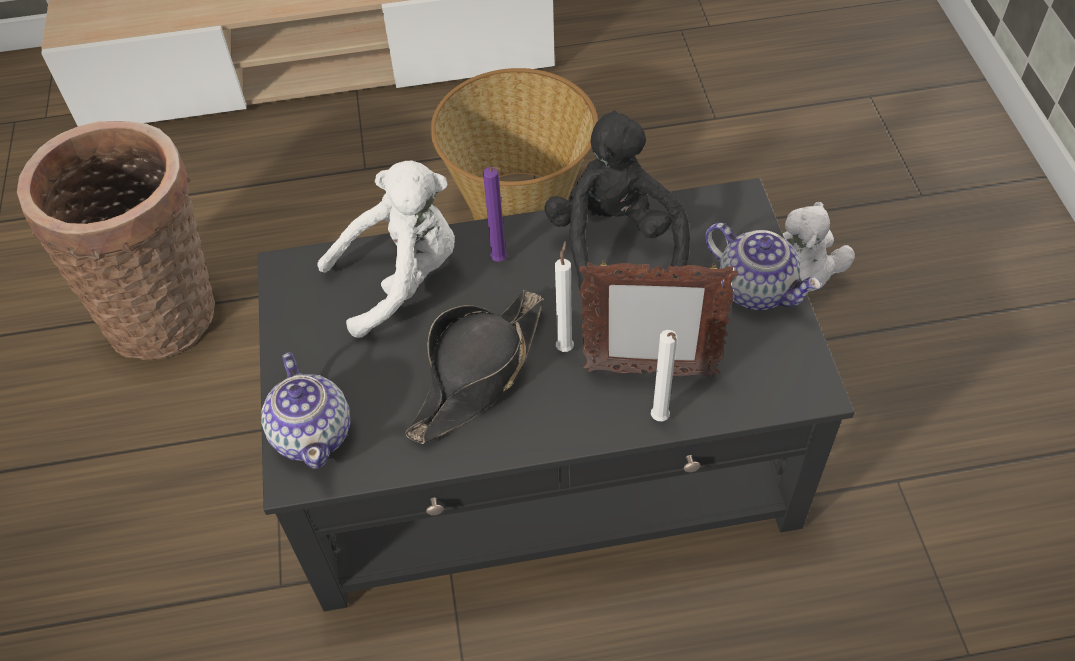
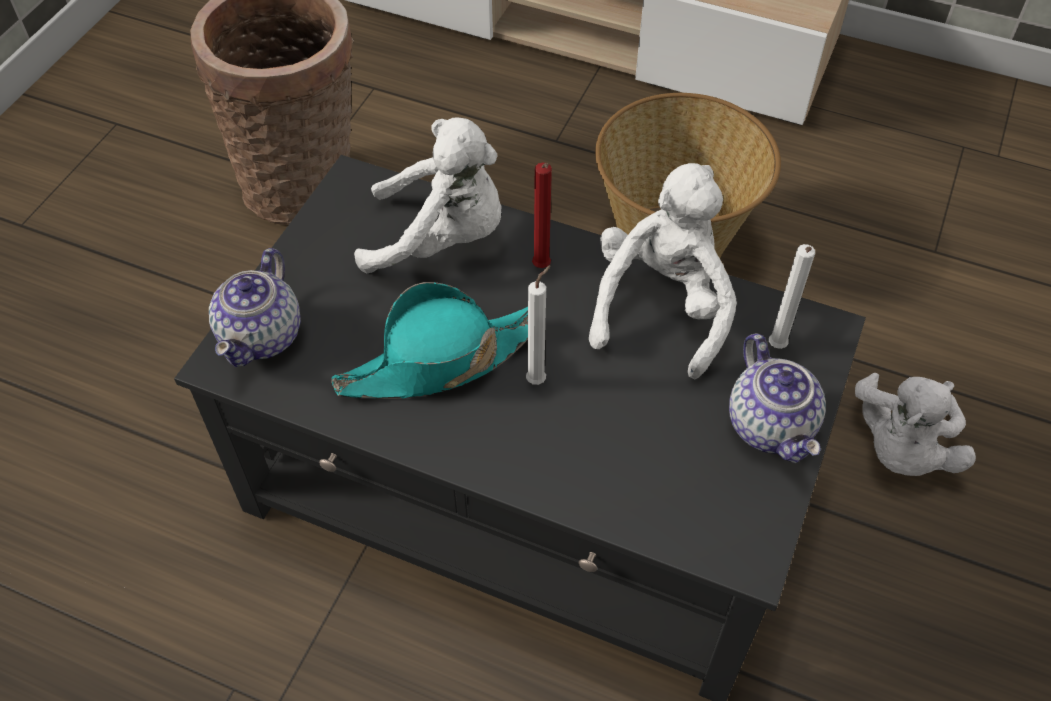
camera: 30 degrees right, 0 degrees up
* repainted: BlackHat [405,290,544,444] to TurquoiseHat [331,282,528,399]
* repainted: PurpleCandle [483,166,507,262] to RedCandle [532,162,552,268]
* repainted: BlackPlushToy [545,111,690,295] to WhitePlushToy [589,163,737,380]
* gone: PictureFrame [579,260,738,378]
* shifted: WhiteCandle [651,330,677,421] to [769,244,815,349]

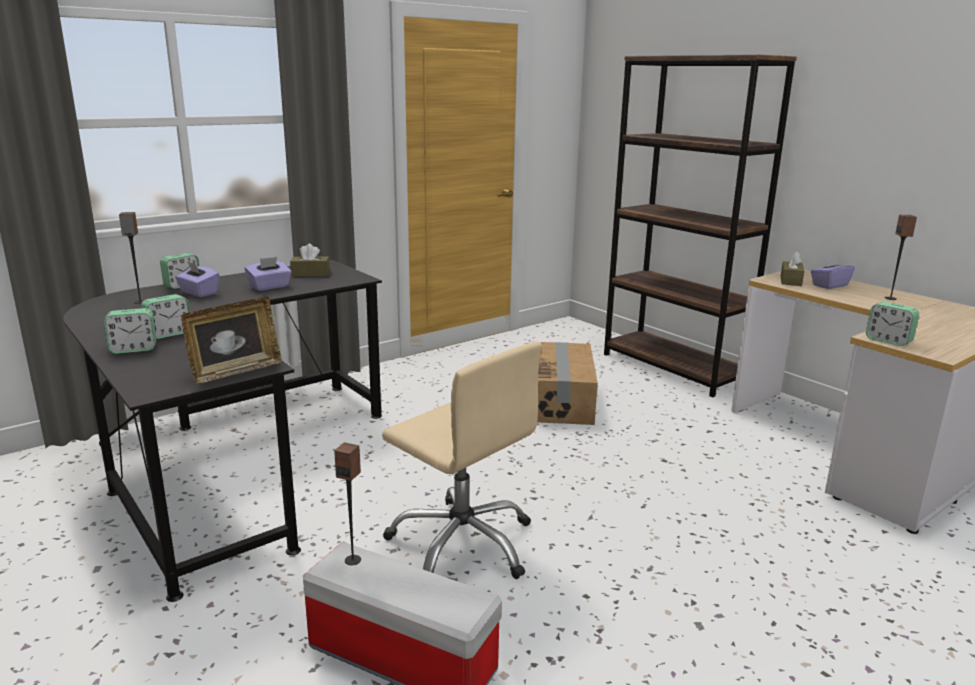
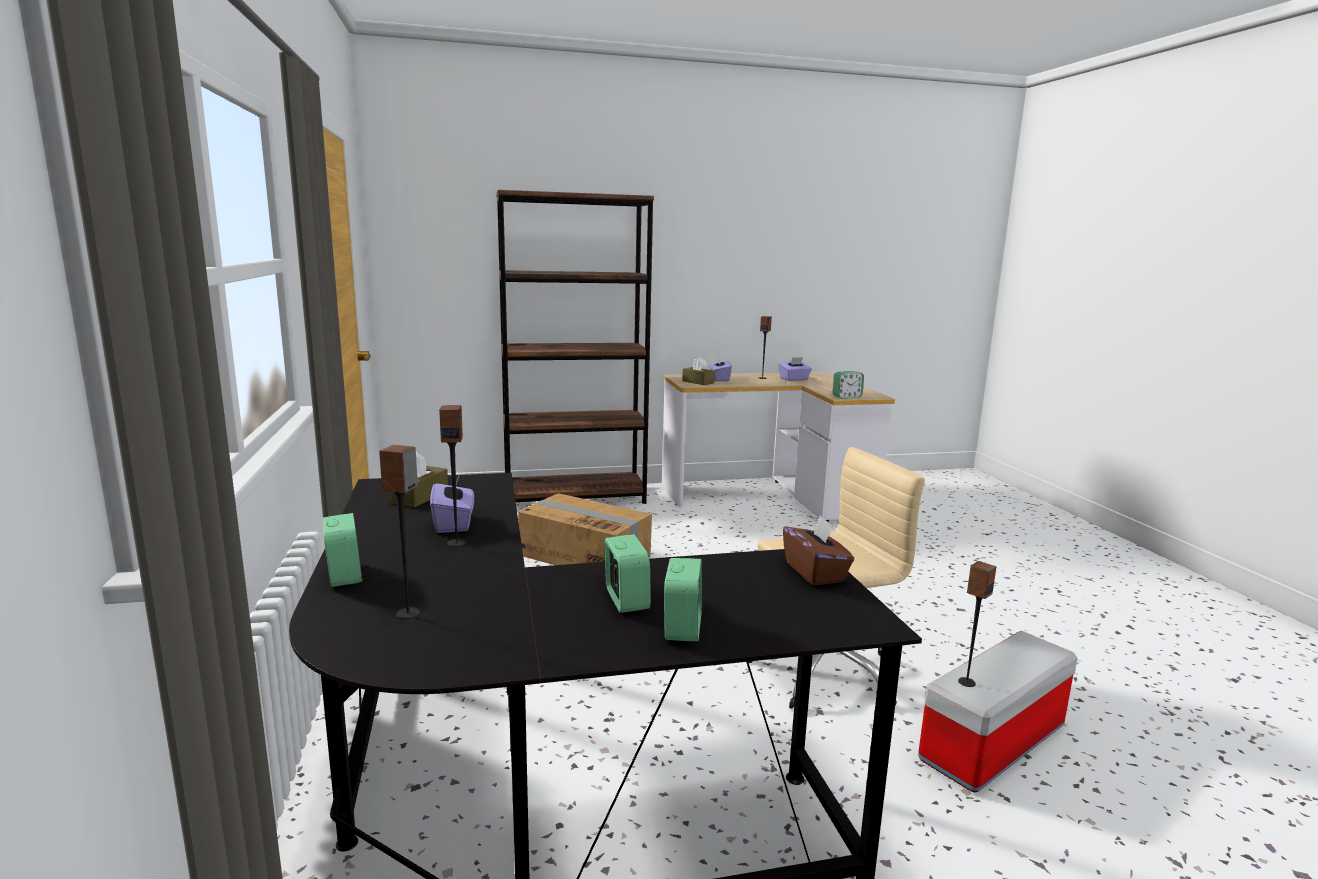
camera: 65 degrees left, 5 degrees down
* shifted: PurpleTissueBox [175,261,219,297] to [778,357,812,381]
* swapped: PictureFrame [181,297,282,383] to BrownTissueBox [783,515,854,585]
* new: Speaker [439,405,466,547]

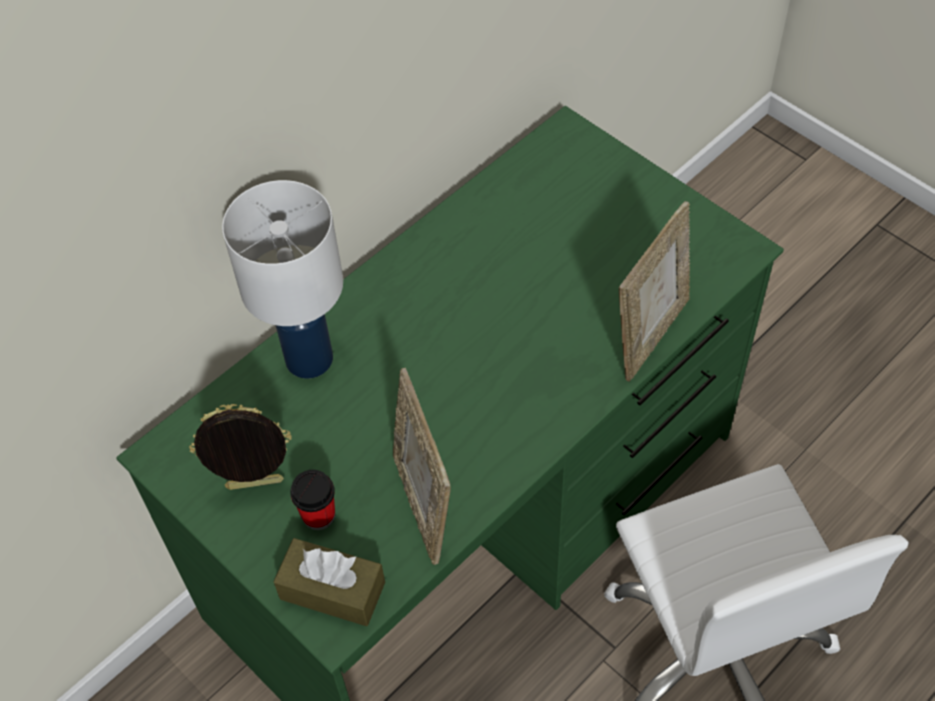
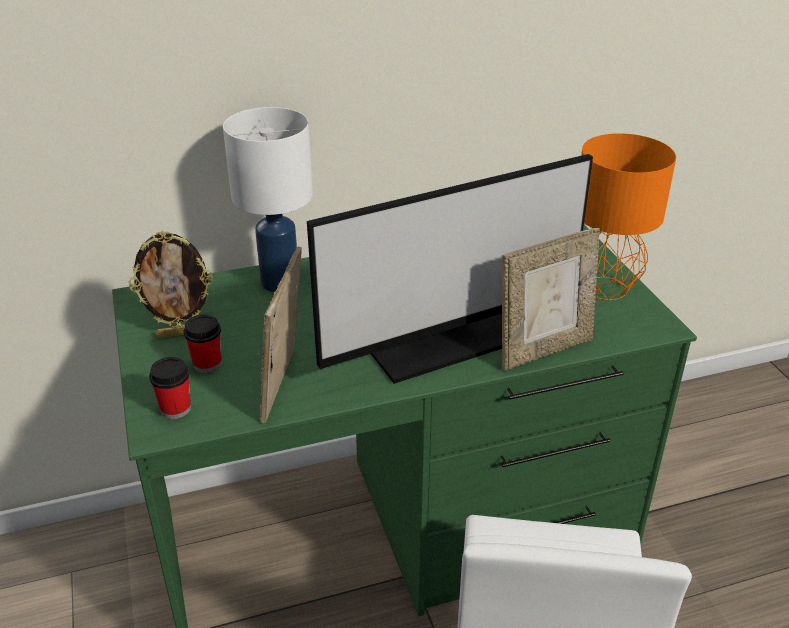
camera: 25 degrees right, 20 degrees down
* rotated: PictureFrame [189,404,292,490] = [129,231,213,338] 150 degrees clockwise
* swapped: BrownTissueBox [273,538,385,626] to Cup [149,357,191,419]
* new: Monitor [307,154,593,384]
* new: OrangeTableLamp [581,133,676,300]

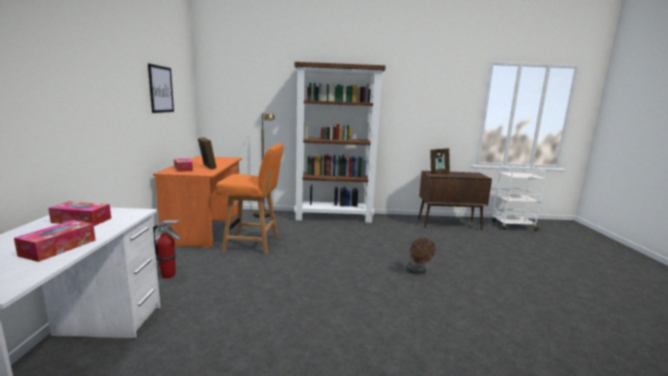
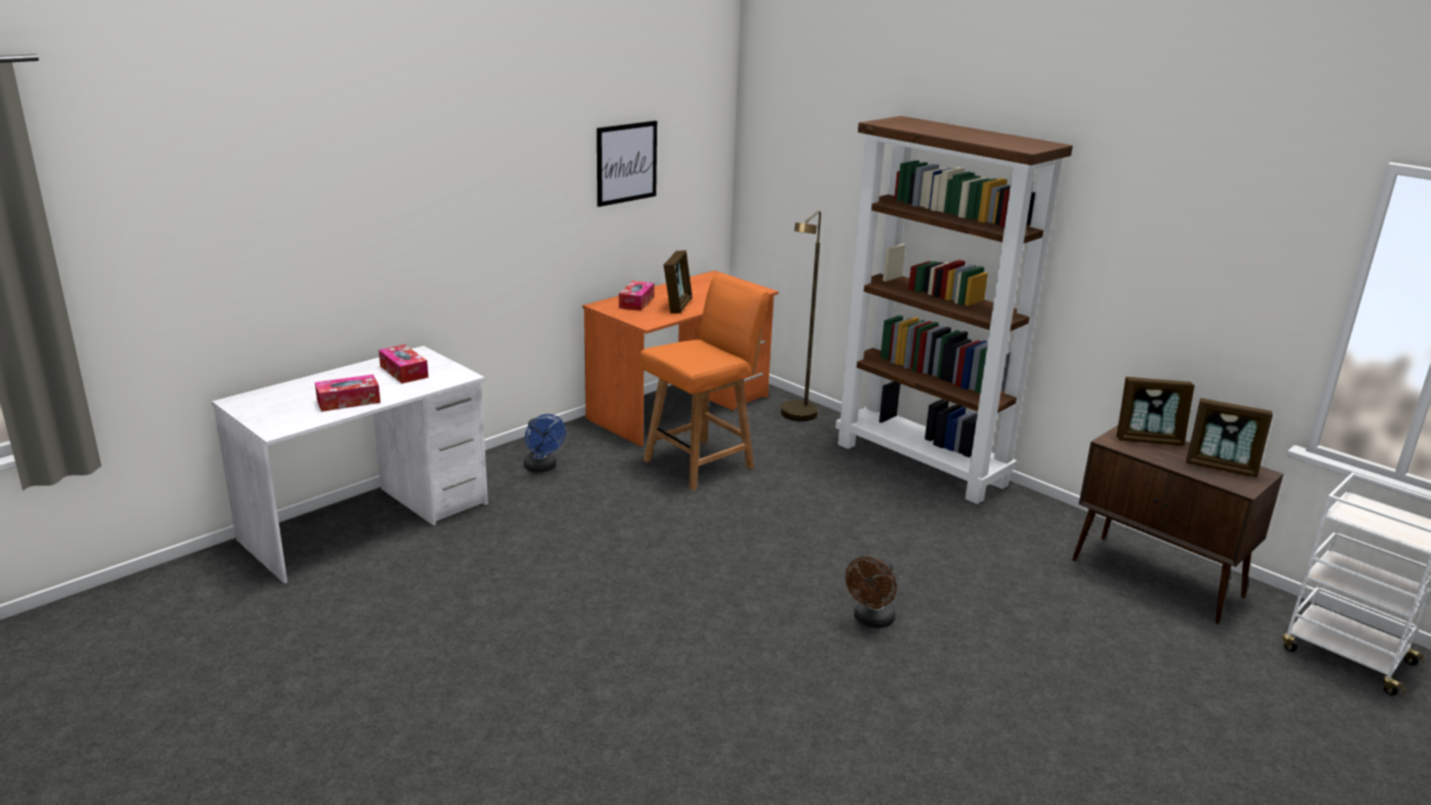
camera: 45 degrees right, 10 degrees up
* swapped: FireExtinguisher [153,220,181,279] to BlueFan [523,414,566,472]
* rotated: OrangeChair [216,143,284,255] = [640,273,770,491] 90 degrees counterclockwise
* new: PictureFrame [1186,398,1273,478]

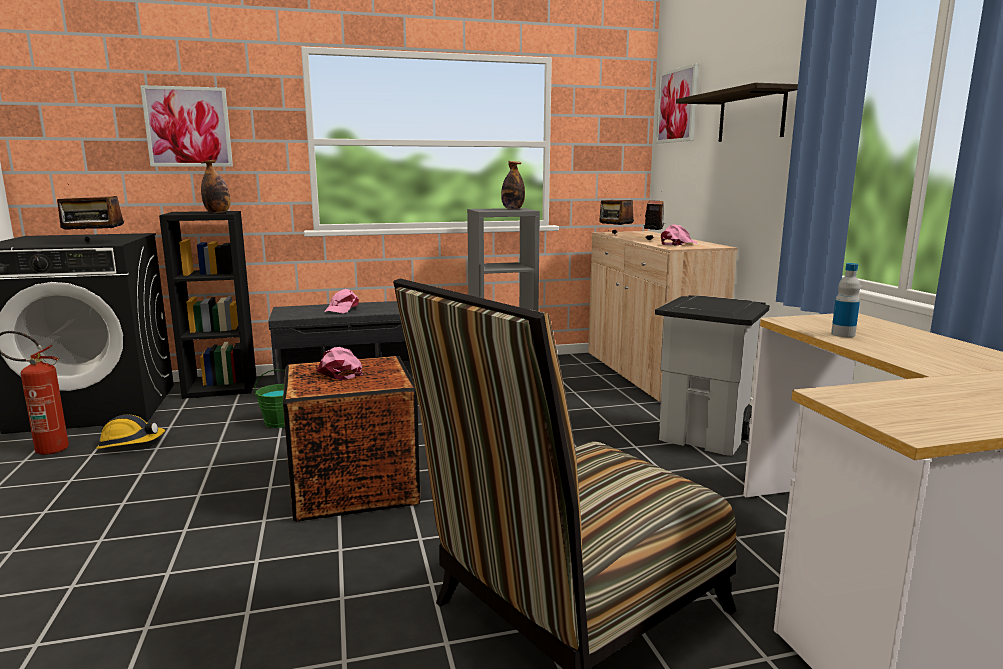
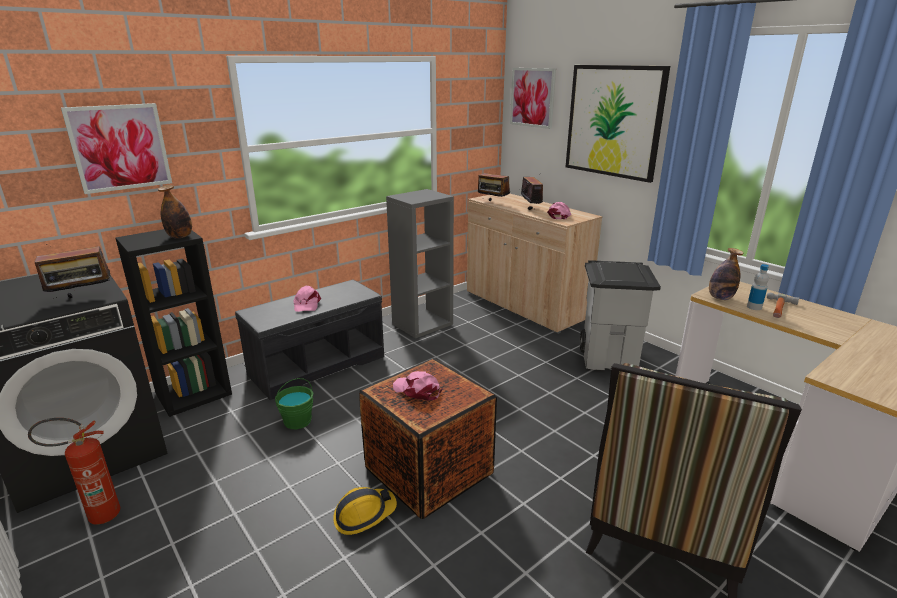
camera: 25 degrees left, 10 degrees up
* shifted: HardHat [96,415,165,449] to [333,487,397,535]
* shifted: Bottle [501,161,525,209] to [709,248,743,300]
* swapped: Shelf [676,83,798,142] to Picture [566,65,670,183]
* new: Hammer [767,293,799,318]

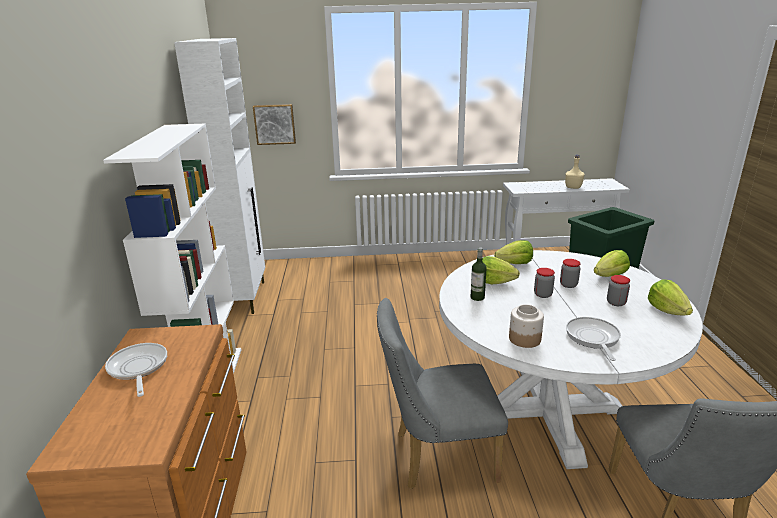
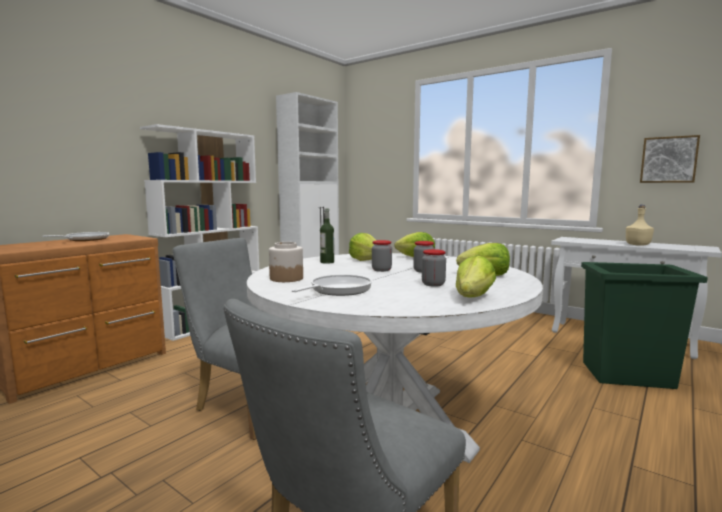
camera: 40 degrees right, 15 degrees down
* shifted: Picture [253,104,296,145] to [640,135,700,183]

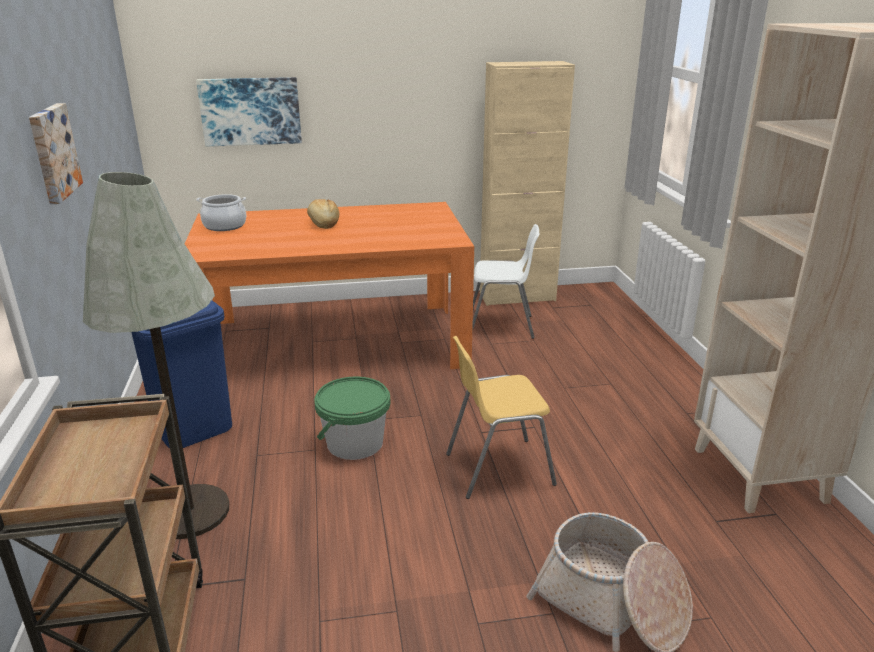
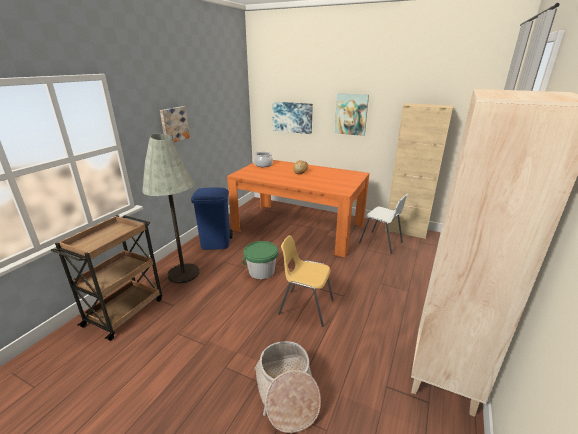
camera: 35 degrees right, 0 degrees up
* new: Picture [335,93,369,136]

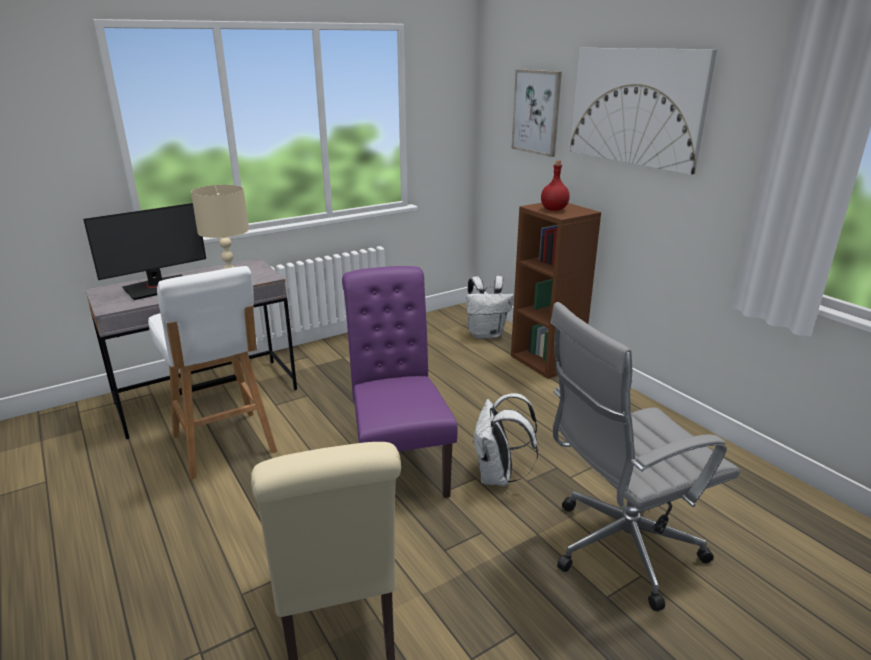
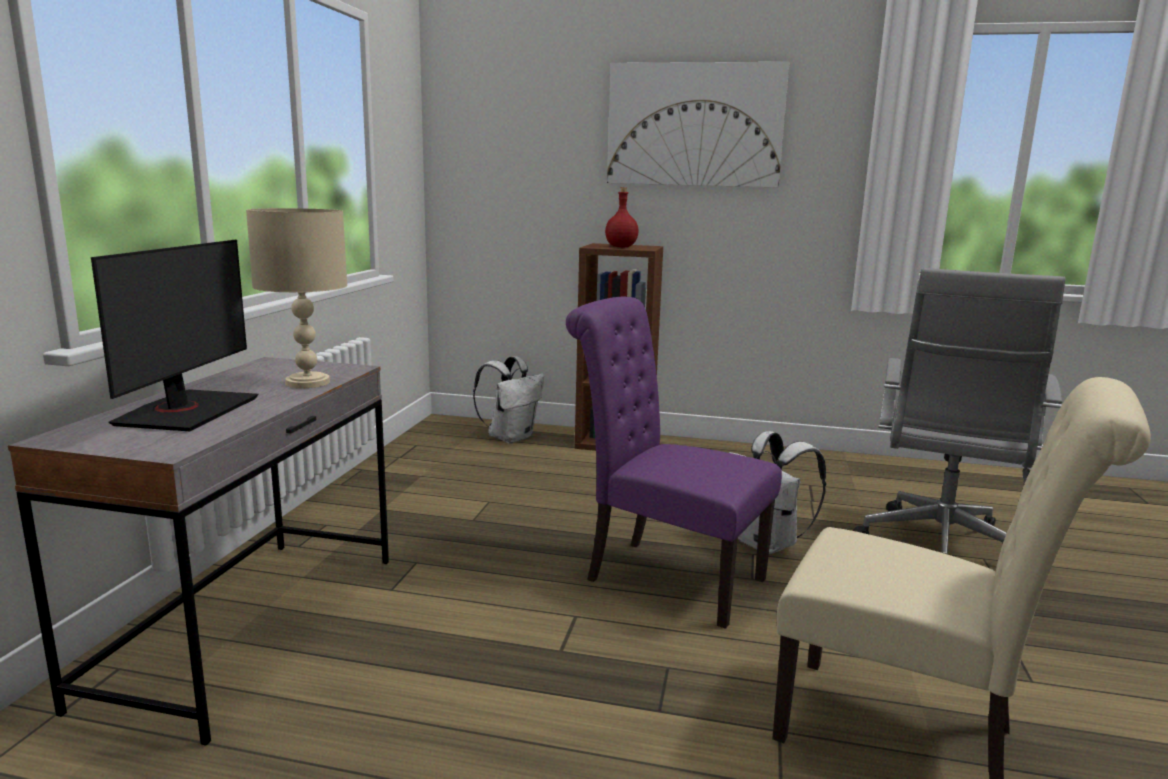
camera: 45 degrees left, 10 degrees down
* gone: WhiteStool [148,266,277,480]
* gone: Picture [511,69,562,157]

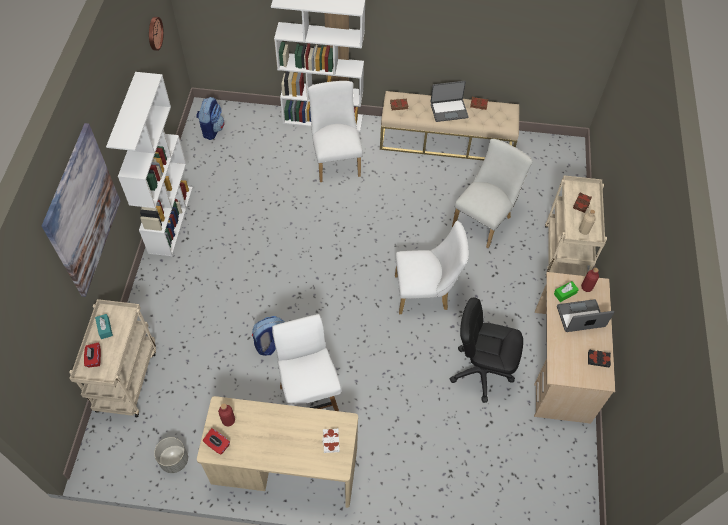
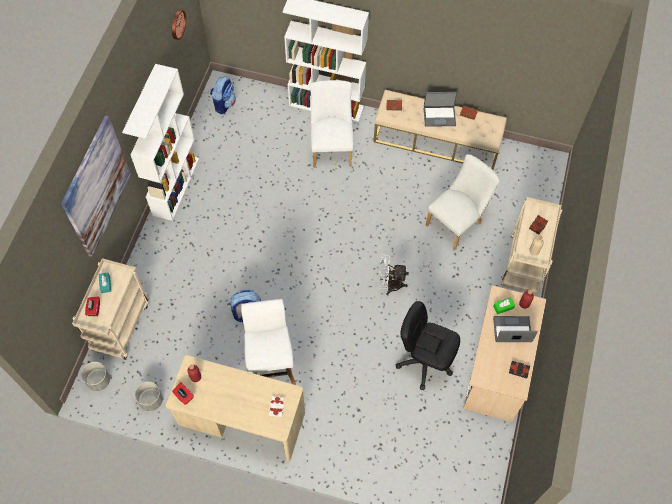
camera: 10 degrees right, 5 degrees up
* swapped: WhiteChair [395,221,469,314] to WhiteFan [379,255,409,295]
* new: GreyPlanter [81,362,110,391]

